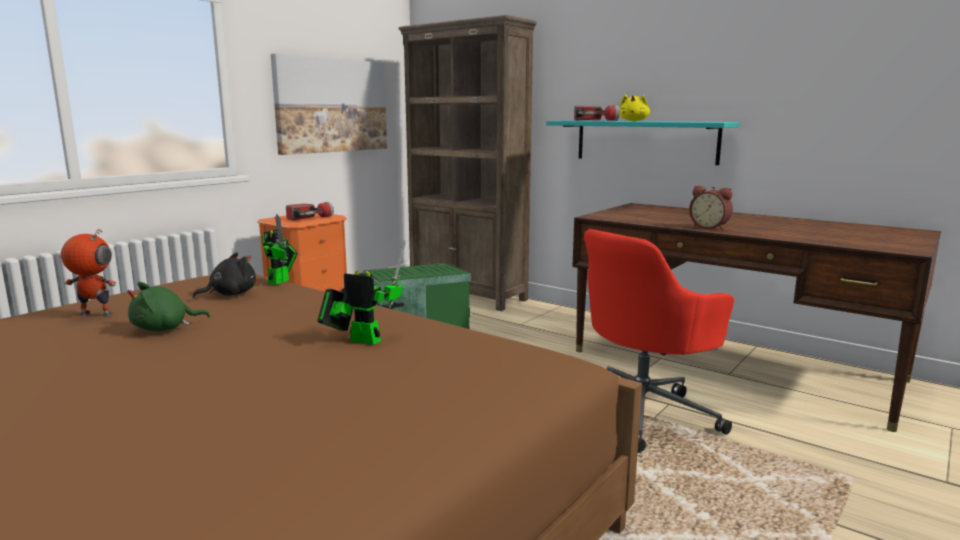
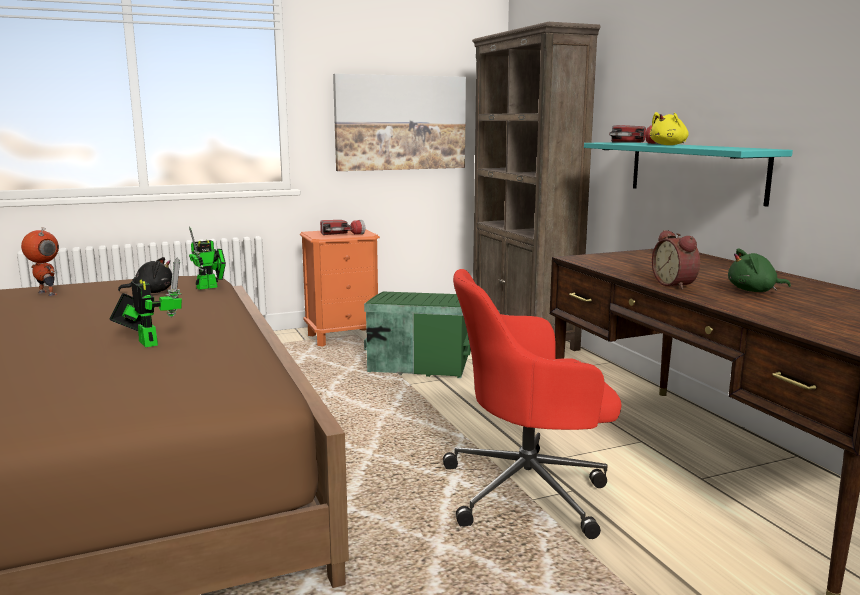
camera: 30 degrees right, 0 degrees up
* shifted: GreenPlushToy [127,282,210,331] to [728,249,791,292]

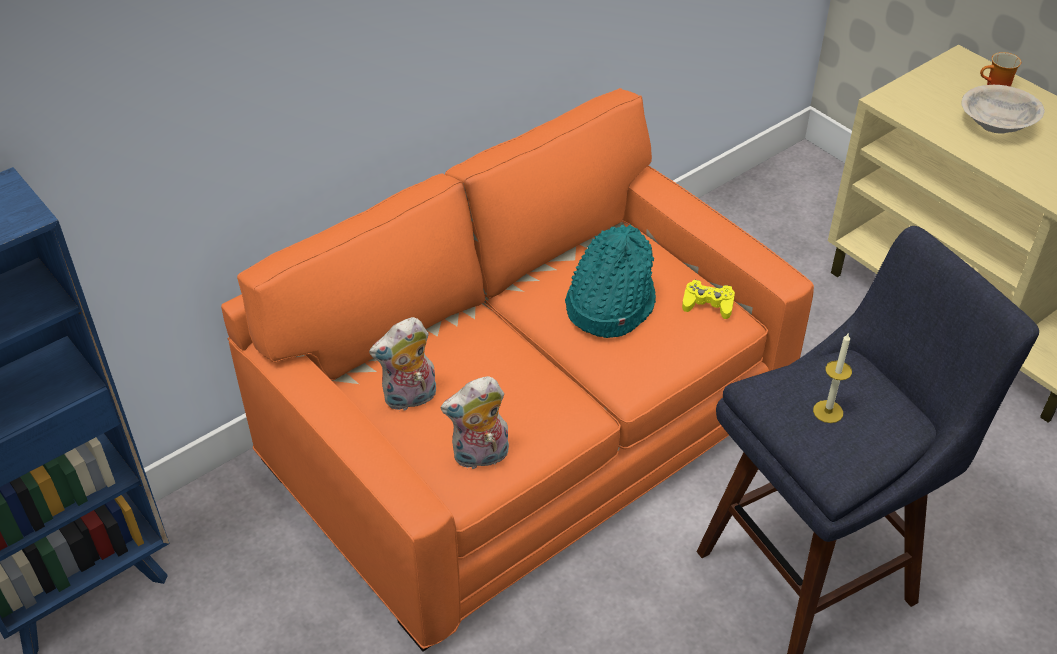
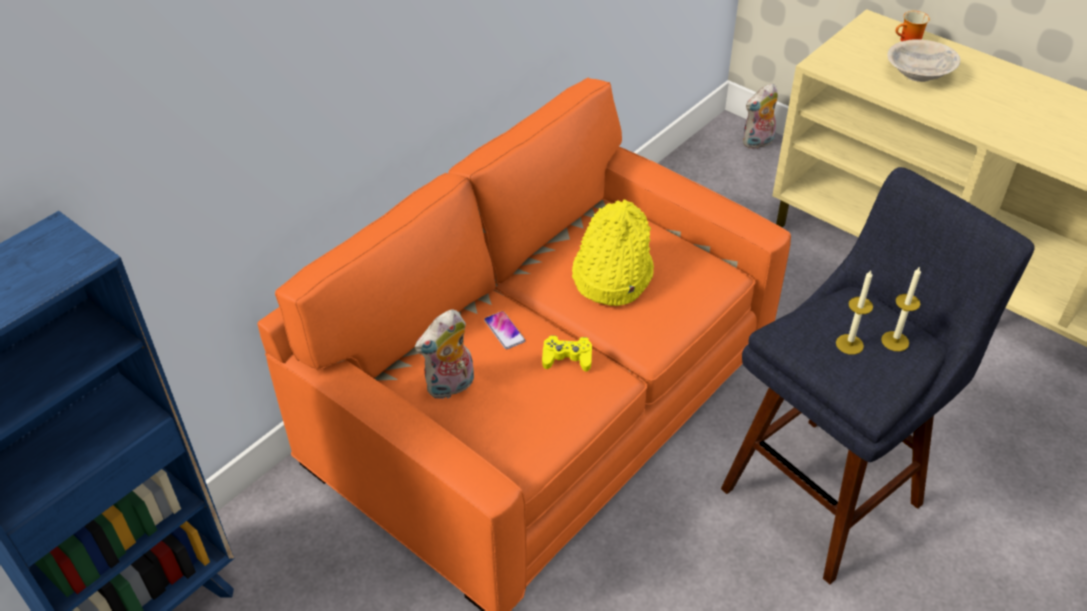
camera: 10 degrees left, 0 degrees up
* shifted: PlushToy [441,376,509,469] to [743,83,778,149]
* repainted: TurquoiseHat [565,225,656,338] to YellowHat [572,199,654,306]
* shifted: YellowGameController [682,280,735,319] to [542,335,592,372]
* new: Phone [484,311,525,349]
* new: Candle [881,266,921,351]

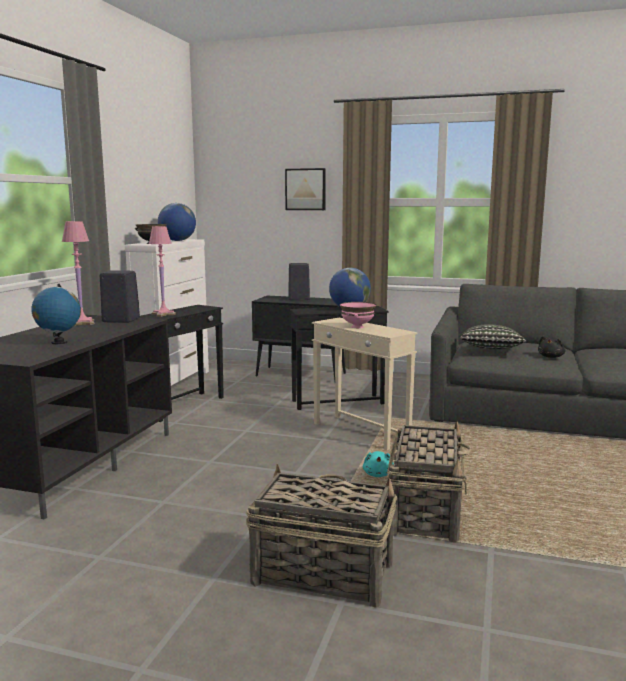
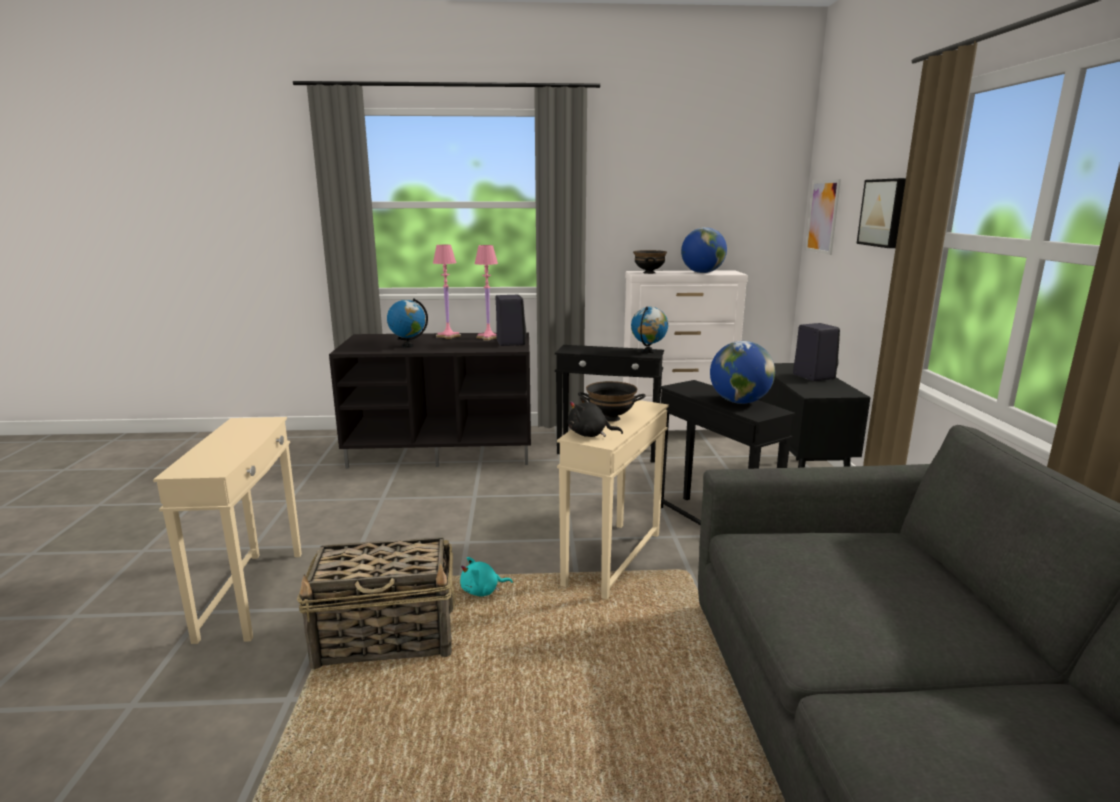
camera: 70 degrees right, 5 degrees up
* shifted: PinkTableLamp [149,226,176,317] to [433,245,461,339]
* swapped: Basket [246,464,397,608] to BeigeSideTable [153,417,302,644]
* repainted: PinkBowl [340,302,376,328] to BlackBowl [578,381,646,422]
* gone: Pillow [460,324,526,350]
* shifted: BlackPlushToy [538,336,565,358] to [568,396,623,437]
* new: Globe [631,307,668,353]
* new: Picture [805,179,841,255]

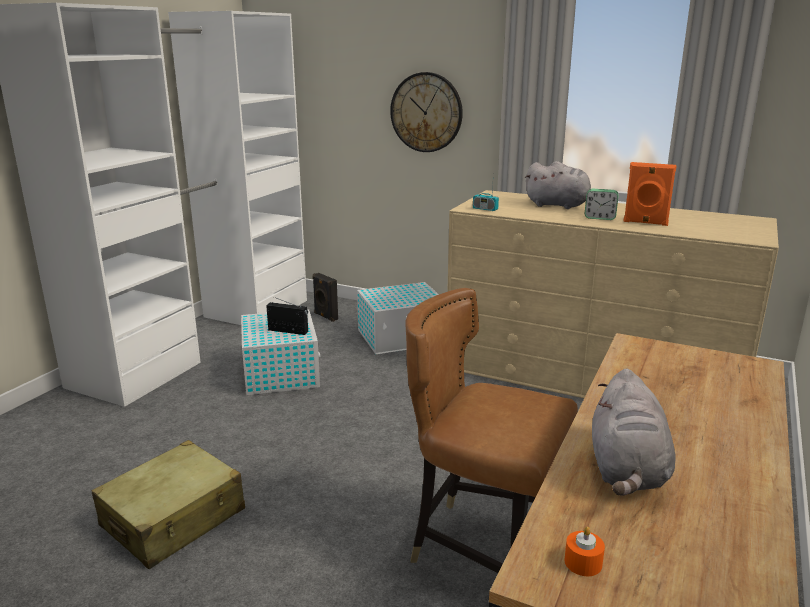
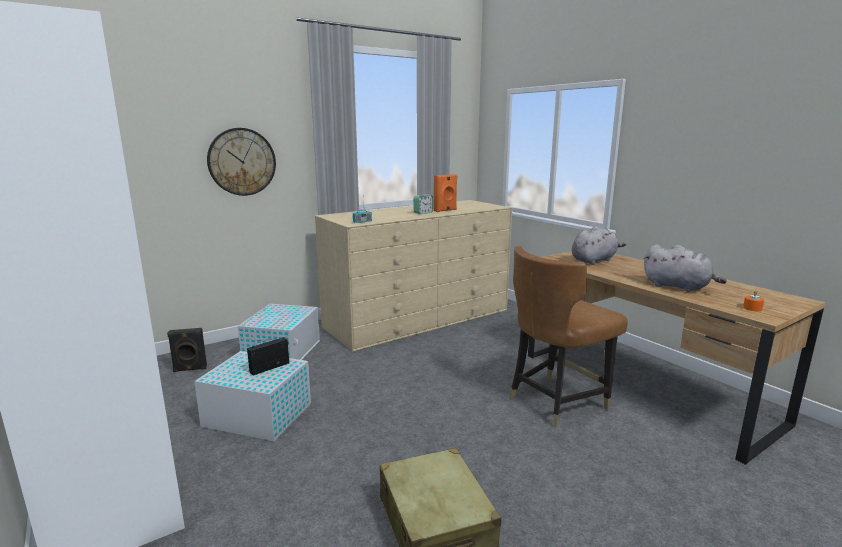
camera: 60 degrees left, 5 degrees down
* shifted: GreyPlushToy [525,161,591,209] to [572,226,626,265]

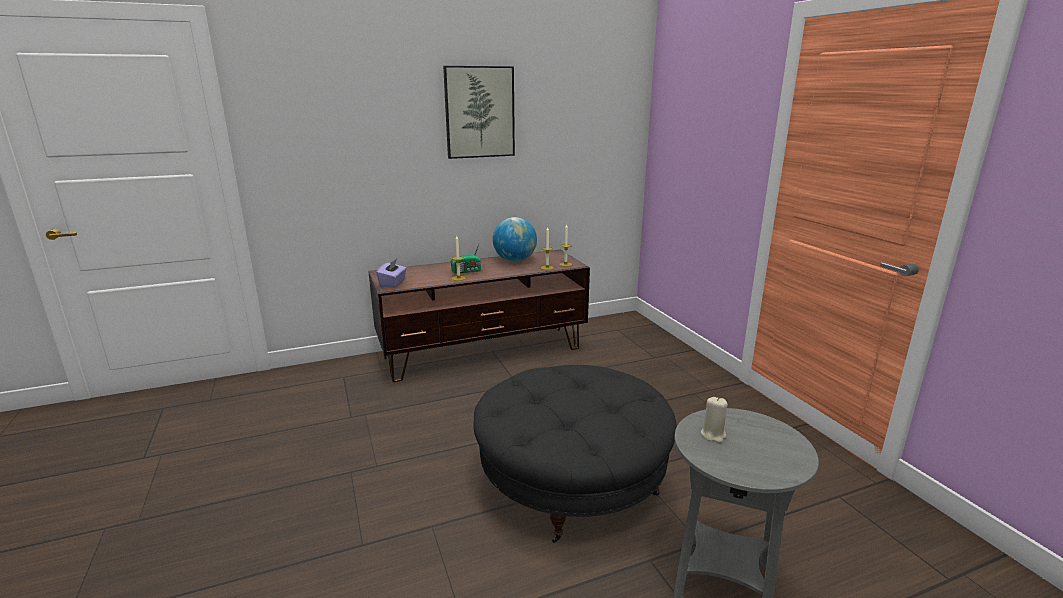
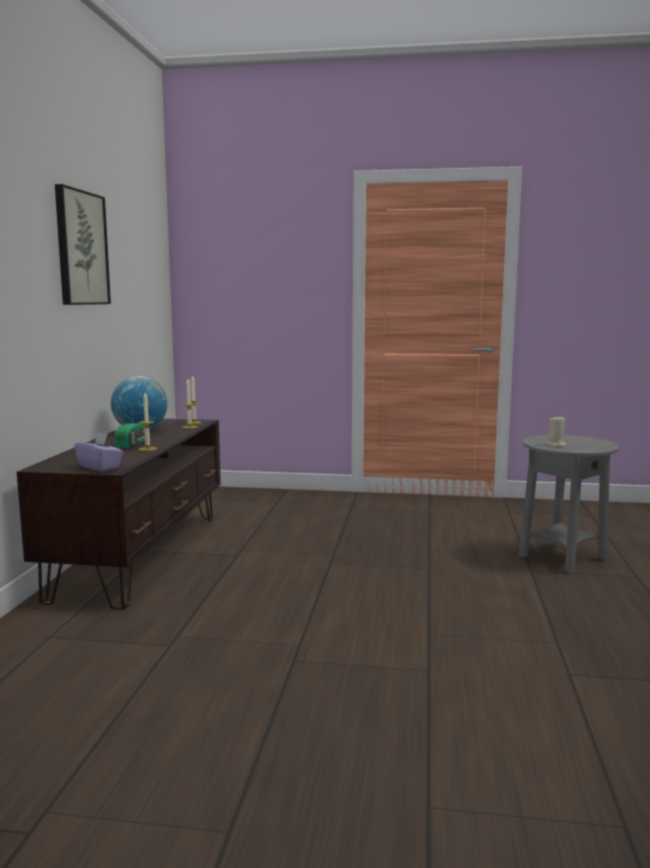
camera: 60 degrees left, 10 degrees down
* gone: BlackOttoman [474,365,677,543]

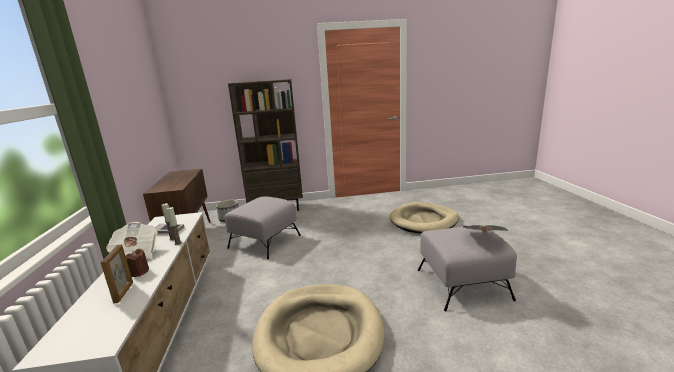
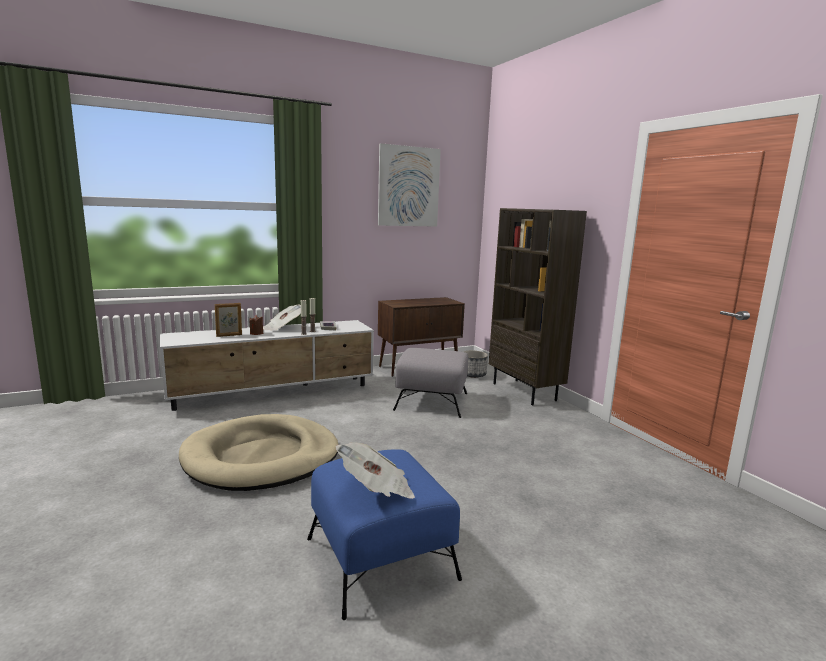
camera: 70 degrees right, 5 degrees down
* gone: BeigeDogBed [389,202,459,234]
* repainted: GreyOttoman [418,227,517,311] to BlueOttoman [307,449,462,620]
* new: Picture [378,143,441,227]

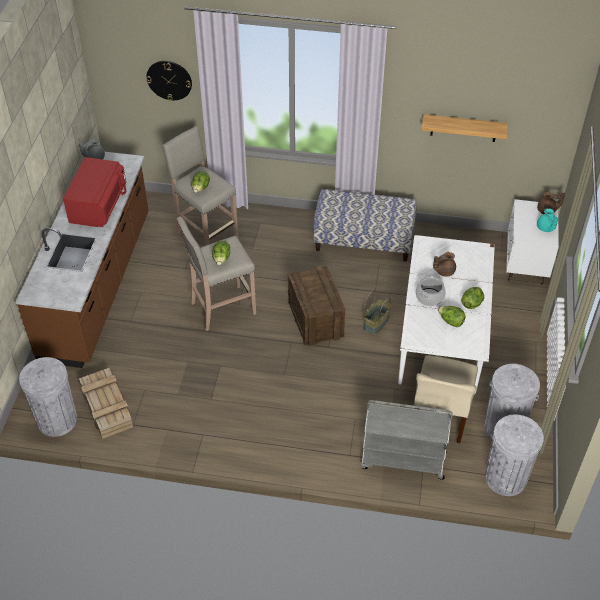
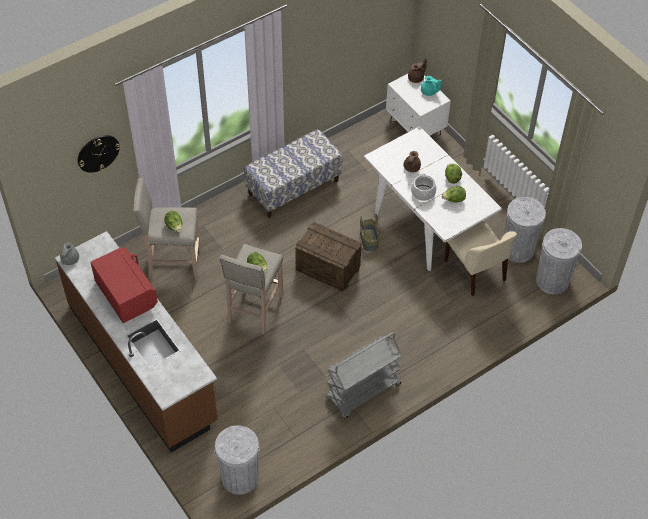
camera: 45 degrees left, 5 degrees up
* gone: Crate [79,368,133,439]
* shifted: GreyCart [361,400,453,480] to [326,332,402,419]
* gone: Shelf [422,114,508,142]

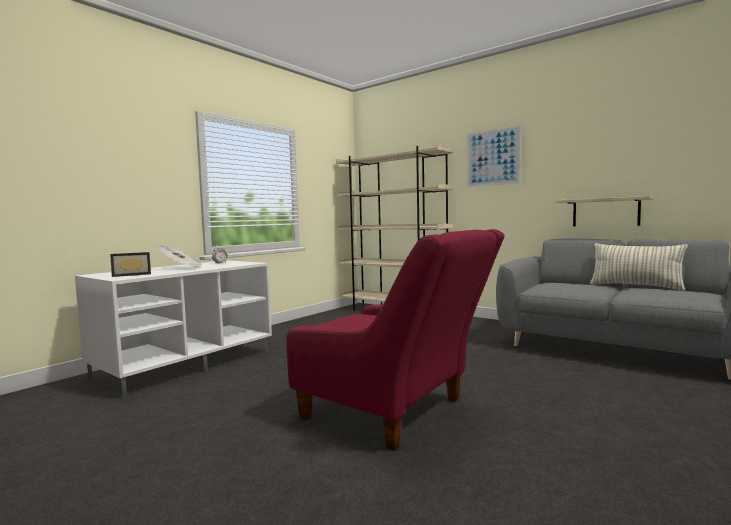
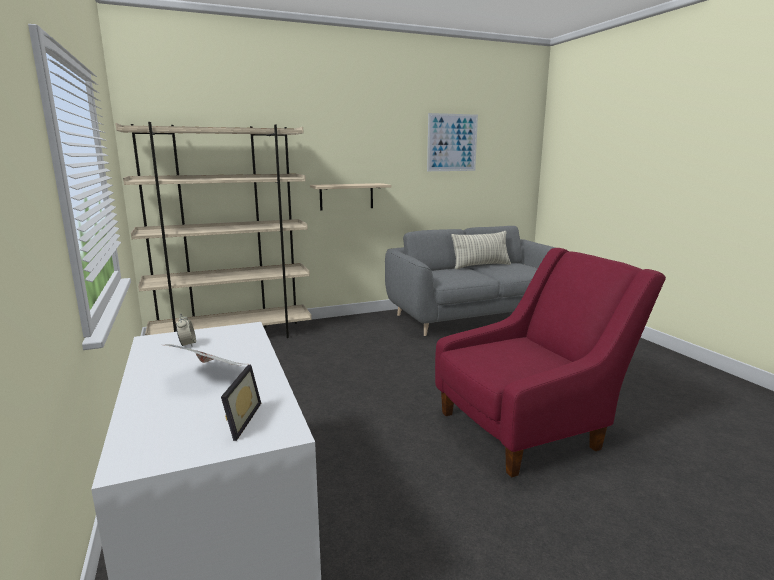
camera: 60 degrees left, 10 degrees up
* shifted: Picture [467,125,521,187] to [427,113,478,171]
* shifted: BeigeShelf [555,196,654,226] to [310,183,392,210]

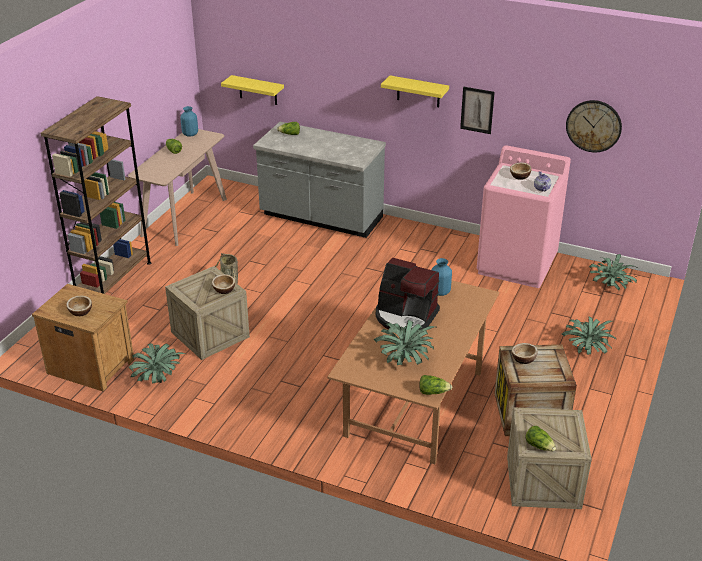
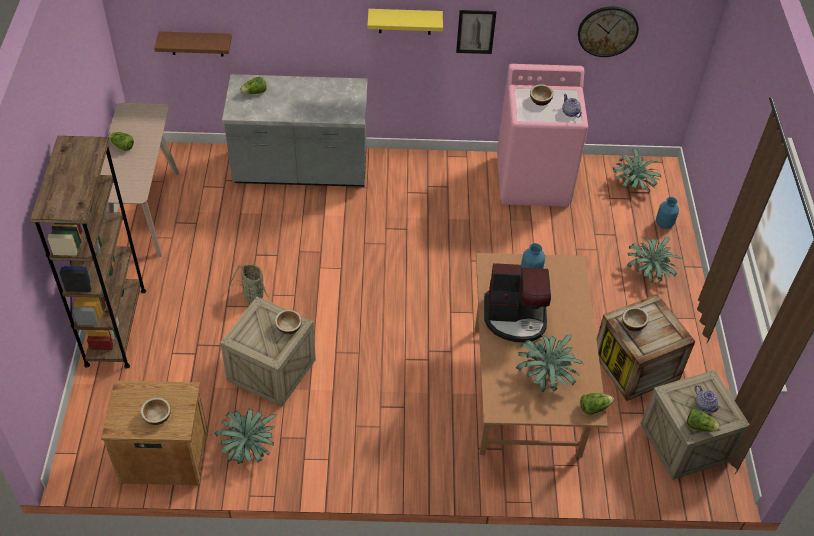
camera: 25 degrees left, 15 degrees up
* shifted: BlueVase [180,106,198,137] to [656,197,679,229]
* repainted: YellowShelf [221,75,284,105] to BrownShelf [154,31,232,57]
* new: Teapot [695,385,721,413]

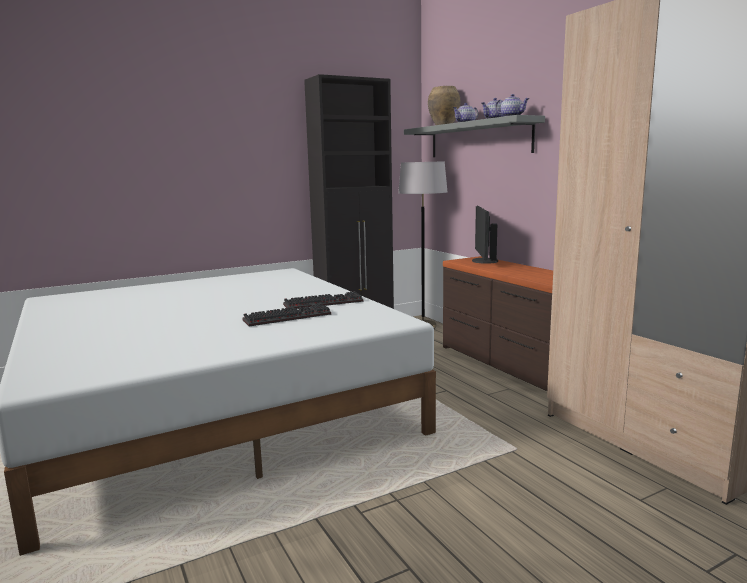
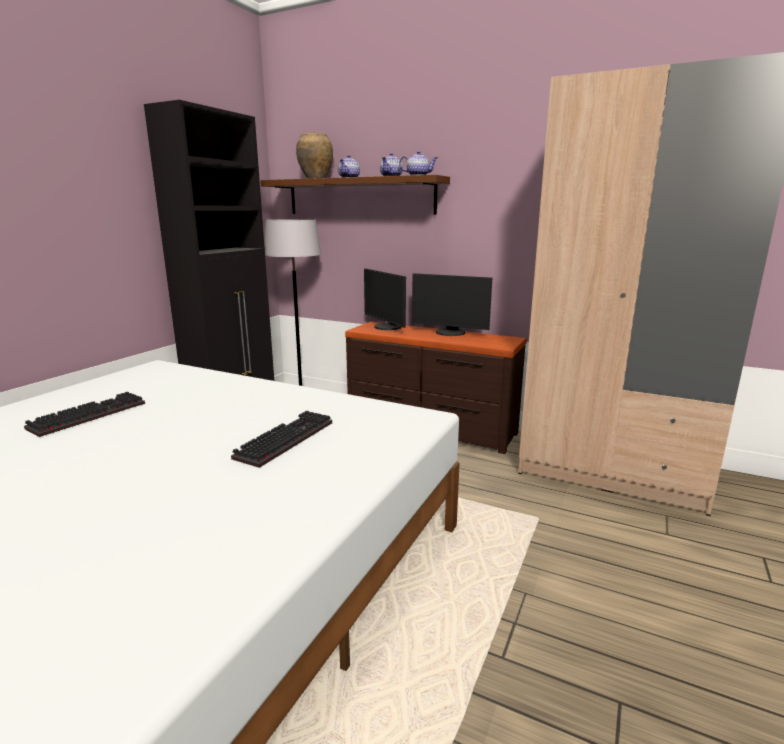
camera: 35 degrees left, 5 degrees up
* shifted: Keyboard [283,291,364,309] to [24,392,145,437]
* repainted: GreyShelf [404,115,545,157] to BrownShelf [261,175,450,215]
* new: Monitor [412,273,492,336]

